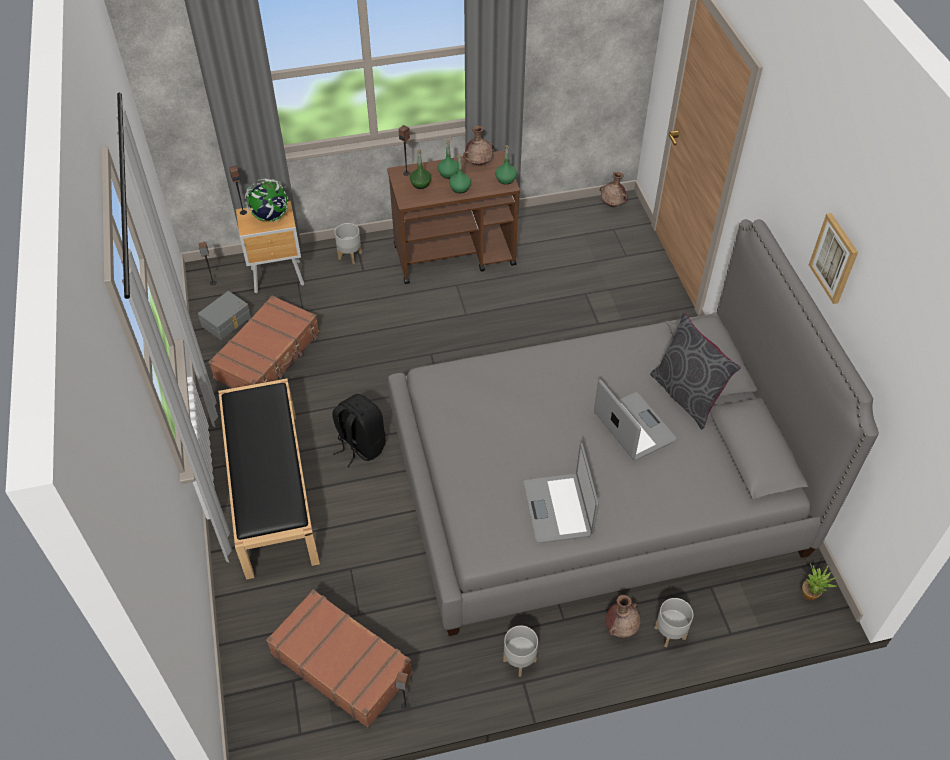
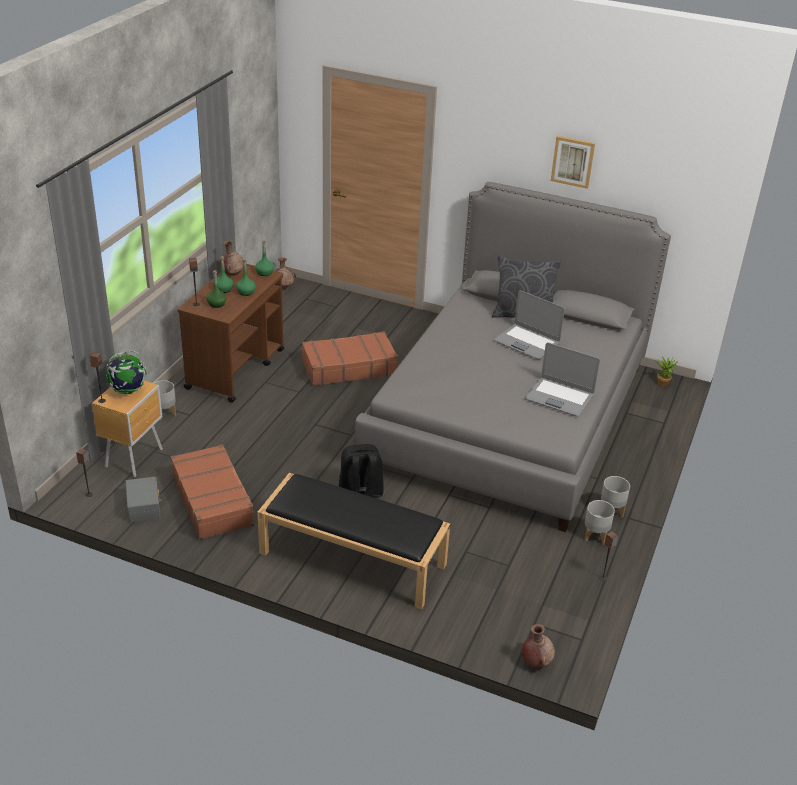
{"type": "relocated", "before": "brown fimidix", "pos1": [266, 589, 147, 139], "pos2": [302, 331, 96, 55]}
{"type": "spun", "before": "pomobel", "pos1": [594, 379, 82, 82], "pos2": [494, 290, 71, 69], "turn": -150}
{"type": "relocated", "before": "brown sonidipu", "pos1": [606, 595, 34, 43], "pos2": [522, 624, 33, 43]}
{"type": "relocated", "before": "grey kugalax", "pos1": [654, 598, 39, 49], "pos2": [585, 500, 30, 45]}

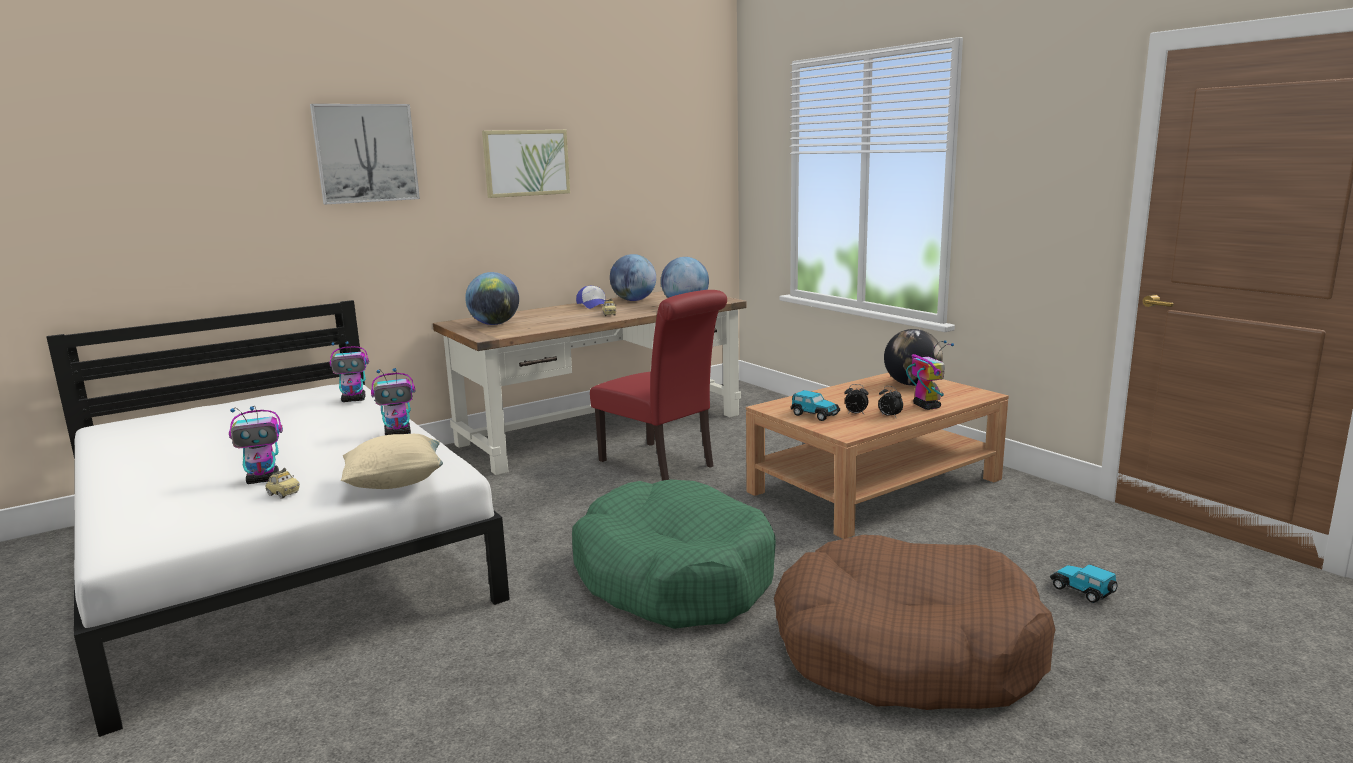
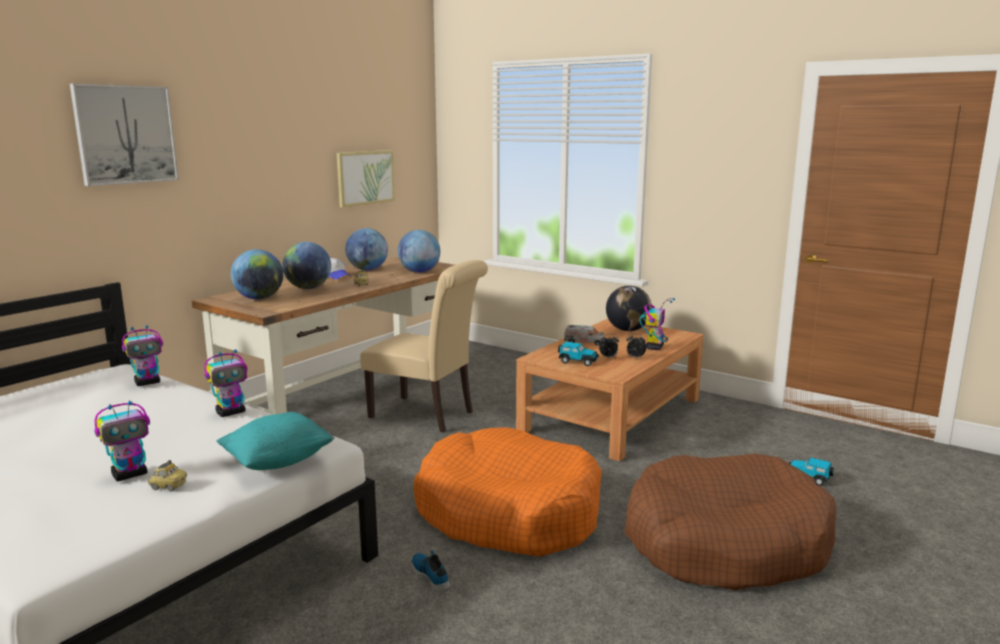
{"type": "colour", "before": "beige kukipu", "after": "turquoise kukipu", "pos1": [341, 434, 102, 55], "pos2": [216, 412, 119, 58]}
{"type": "relocated", "before": "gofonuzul", "pos1": [482, 130, 88, 68], "pos2": [337, 150, 58, 58]}
{"type": "colour", "before": "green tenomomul", "after": "orange tenomomul", "pos1": [572, 480, 204, 149], "pos2": [413, 427, 189, 130]}
{"type": "colour", "before": "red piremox", "after": "beige piremox", "pos1": [590, 290, 137, 191], "pos2": [360, 260, 128, 173]}
{"type": "spun", "before": "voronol", "pos1": [906, 340, 48, 70], "pos2": [639, 298, 36, 52], "turn": 60}
{"type": "appeared", "after": "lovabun", "pos2": [282, 242, 49, 47]}
{"type": "appeared", "after": "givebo", "pos2": [411, 550, 39, 42]}
{"type": "appeared", "after": "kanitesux", "pos2": [564, 325, 40, 21]}

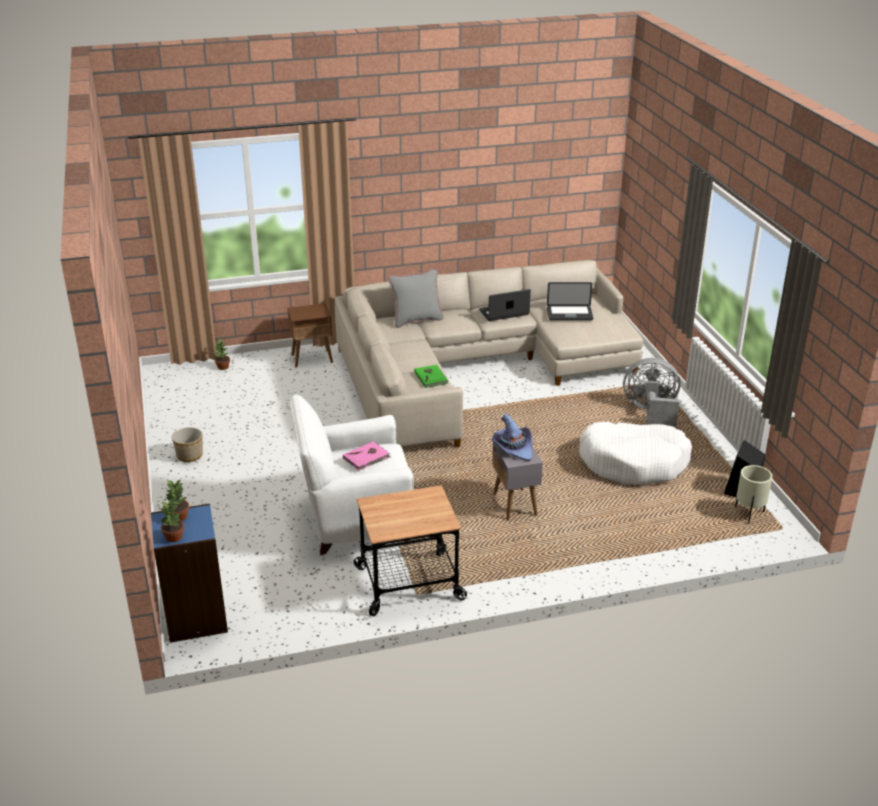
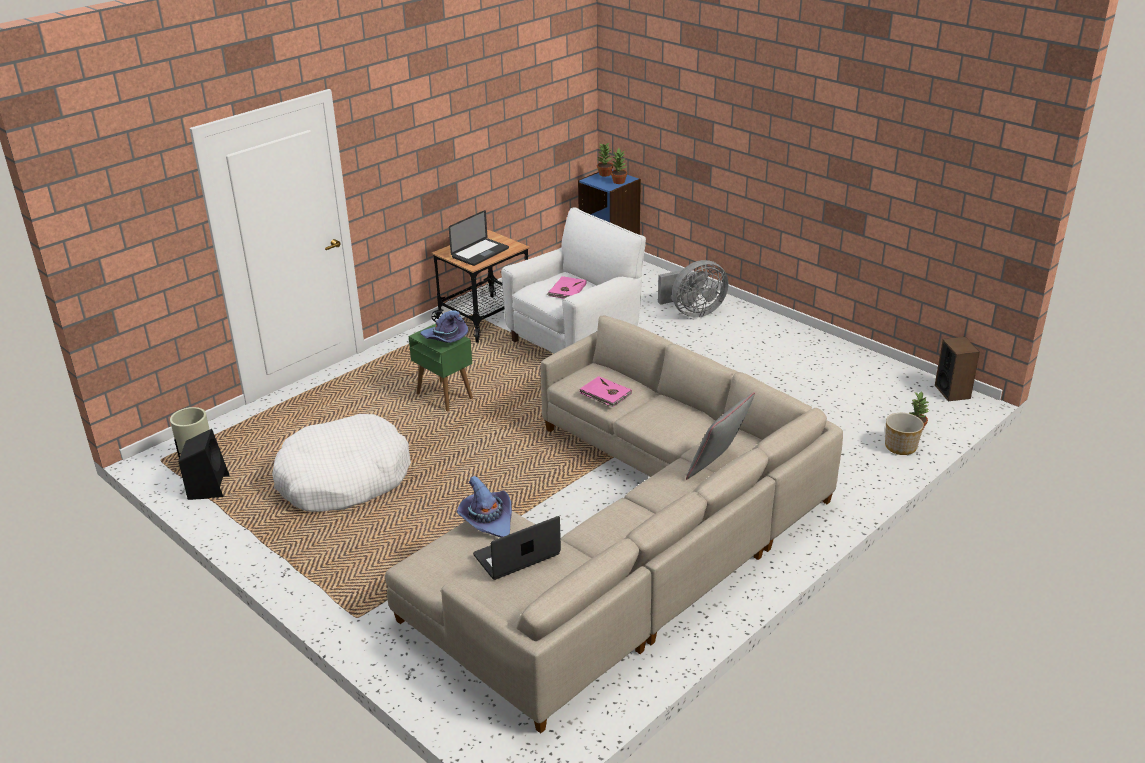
{"type": "relocated", "before": "kugalax", "pos1": [172, 427, 31, 35], "pos2": [885, 413, 39, 42]}
{"type": "missing", "before": "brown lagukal", "pos1": [287, 303, 46, 65]}
{"type": "colour", "before": "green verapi", "after": "pink verapi", "pos1": [414, 365, 34, 23], "pos2": [579, 376, 53, 31]}
{"type": "relocated", "before": "pomobel", "pos1": [479, 289, 52, 32], "pos2": [449, 210, 60, 56]}
{"type": "colour", "before": "grey lagukal", "after": "green lagukal", "pos1": [492, 442, 51, 79], "pos2": [409, 324, 64, 87]}
{"type": "relocated", "before": "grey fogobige", "pos1": [623, 358, 57, 70], "pos2": [658, 260, 70, 57]}
{"type": "appeared", "after": "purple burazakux", "pos2": [457, 476, 55, 62]}
{"type": "appeared", "after": "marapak", "pos2": [935, 337, 45, 64]}

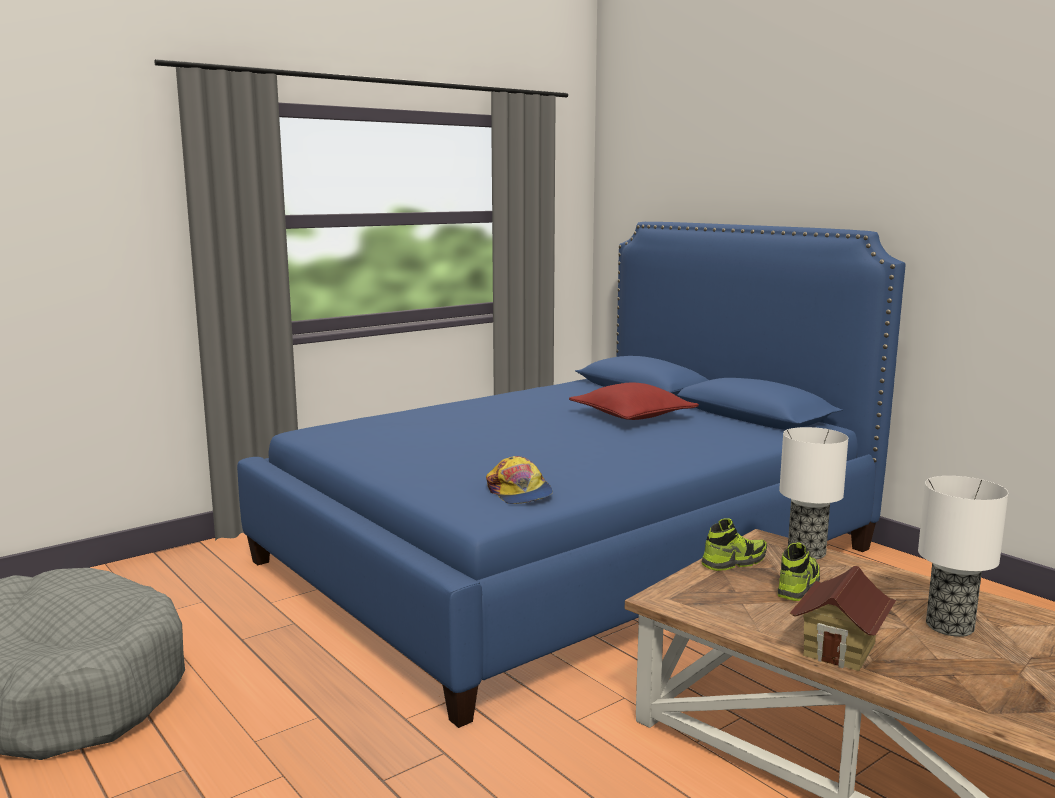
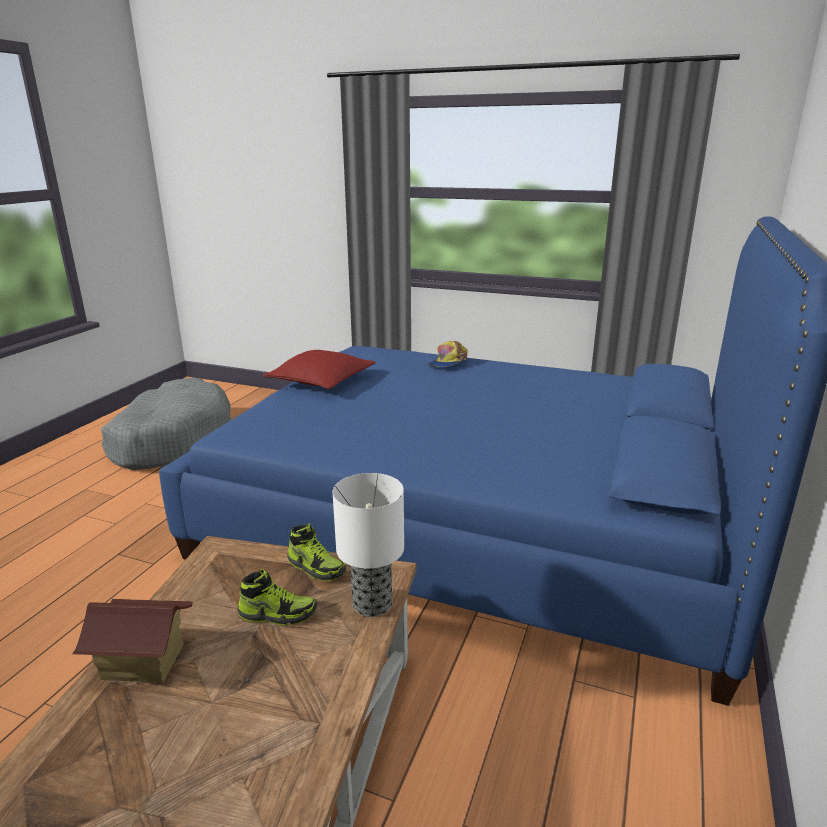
{"type": "relocated", "before": "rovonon", "pos1": [486, 456, 67, 48], "pos2": [427, 341, 41, 26]}
{"type": "relocated", "before": "red kukipu", "pos1": [569, 383, 130, 37], "pos2": [263, 350, 113, 39]}
{"type": "missing", "before": "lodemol", "pos1": [918, 476, 90, 161]}

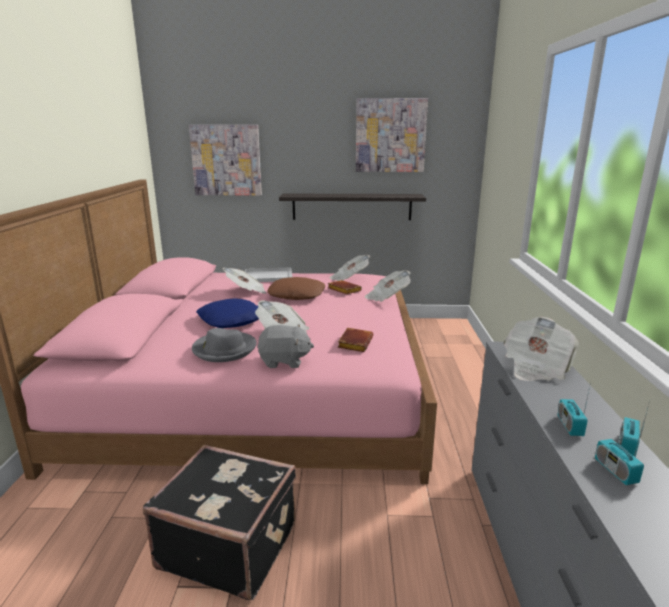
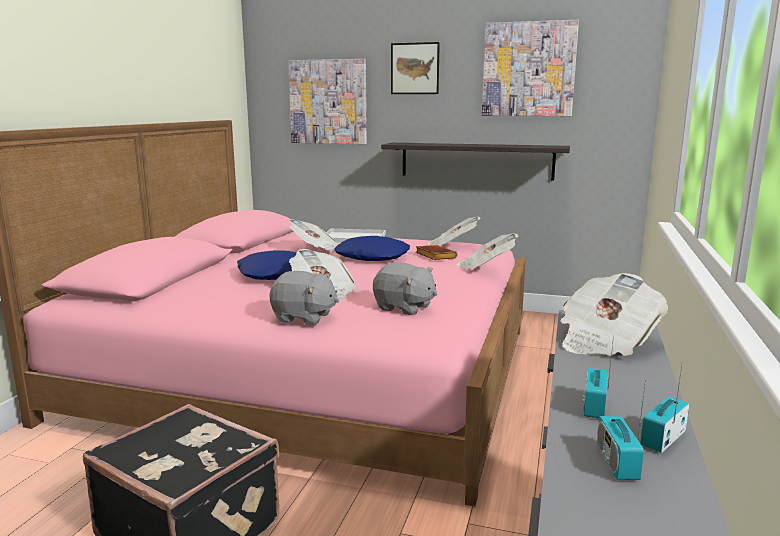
{"type": "missing", "before": "grey burazakux", "pos1": [192, 328, 65, 34]}
{"type": "colour", "before": "brown kukipu", "after": "blue kukipu", "pos1": [267, 277, 58, 23], "pos2": [334, 236, 76, 25]}
{"type": "exchanged", "before": "brown verapi", "after": "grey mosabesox", "pos1": [338, 328, 35, 24], "pos2": [373, 262, 64, 53]}
{"type": "appeared", "after": "gofonuzul", "pos2": [391, 42, 49, 52]}

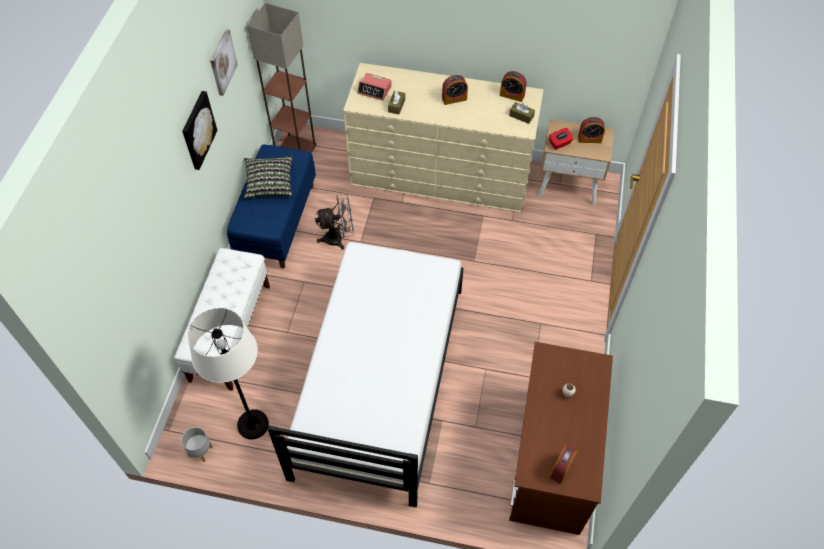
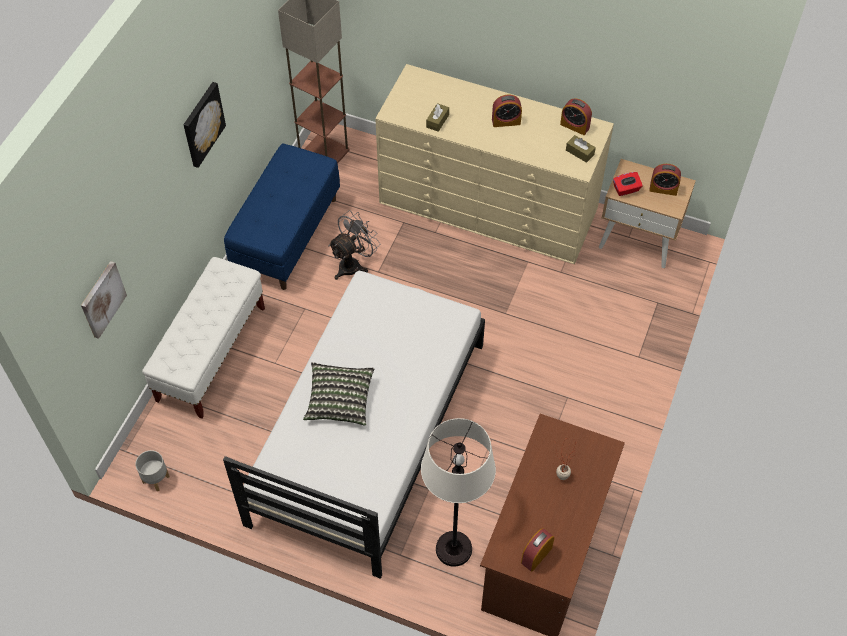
{"type": "relocated", "before": "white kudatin", "pos1": [188, 308, 81, 131], "pos2": [421, 418, 75, 149]}
{"type": "relocated", "before": "gofonuzul", "pos1": [210, 29, 28, 67], "pos2": [81, 261, 46, 78]}
{"type": "relocated", "before": "kukipu", "pos1": [244, 156, 49, 43], "pos2": [303, 362, 71, 64]}
{"type": "spun", "before": "grey fogobige", "pos1": [315, 194, 39, 56], "pos2": [328, 210, 53, 70], "turn": -45}
{"type": "missing", "before": "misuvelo", "pos1": [357, 73, 35, 28]}

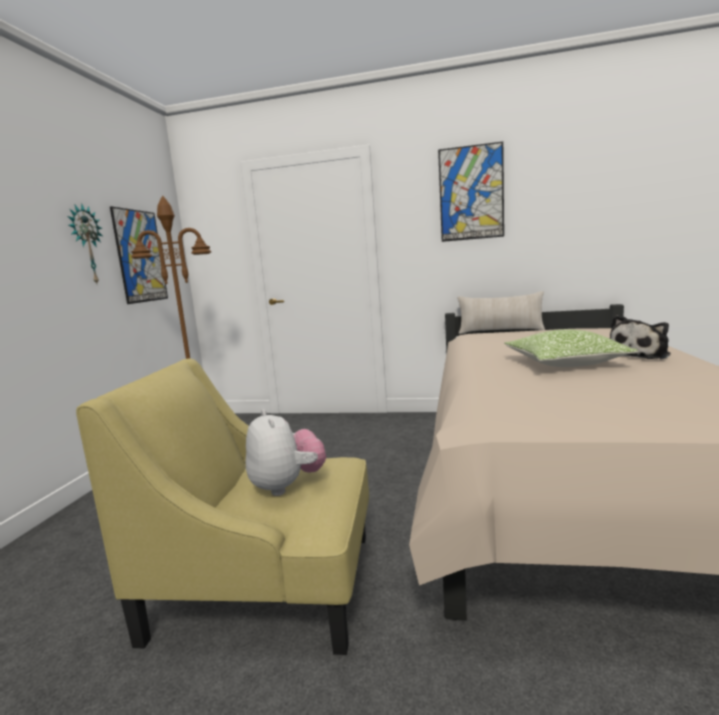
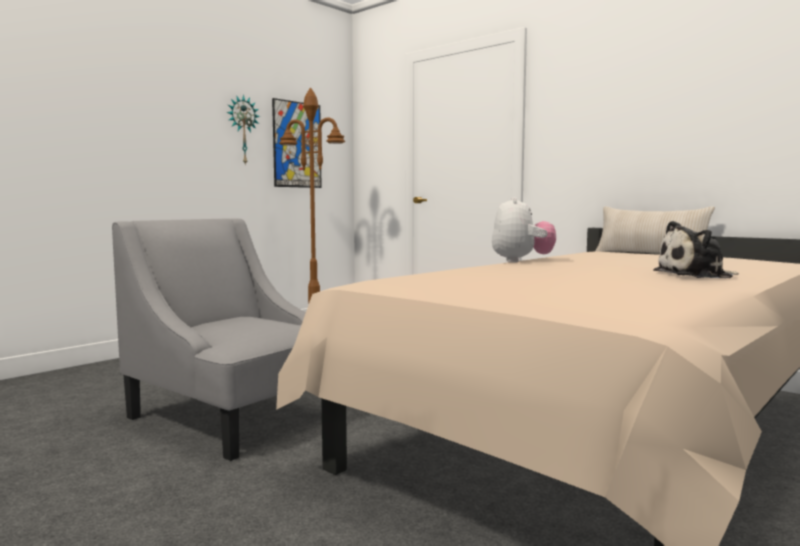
{"type": "colour", "before": "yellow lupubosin", "after": "grey lupubosin", "pos1": [76, 358, 293, 297], "pos2": [112, 218, 194, 243]}
{"type": "relocated", "before": "mosabesox", "pos1": [246, 409, 80, 87], "pos2": [492, 197, 64, 66]}
{"type": "missing", "before": "gofonuzul", "pos1": [438, 142, 66, 100]}
{"type": "missing", "before": "kukipu", "pos1": [504, 329, 134, 38]}

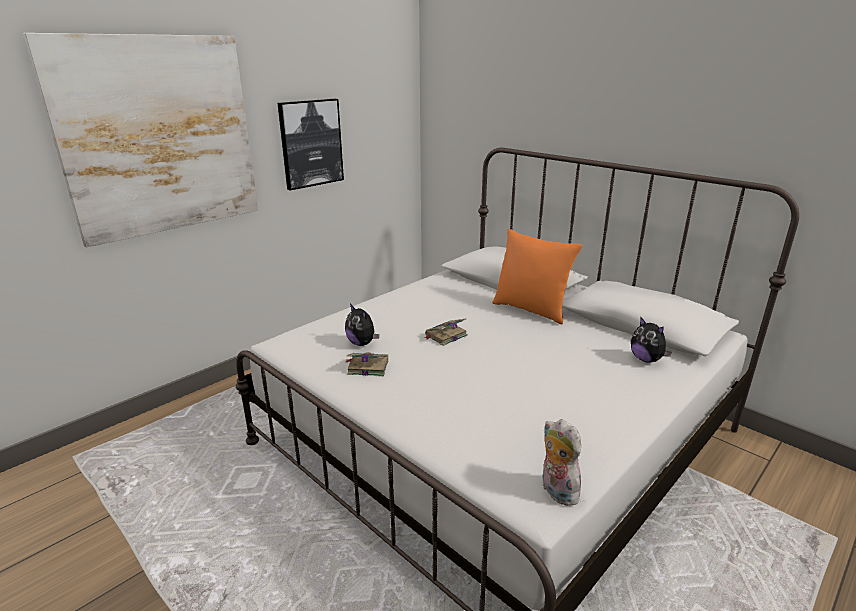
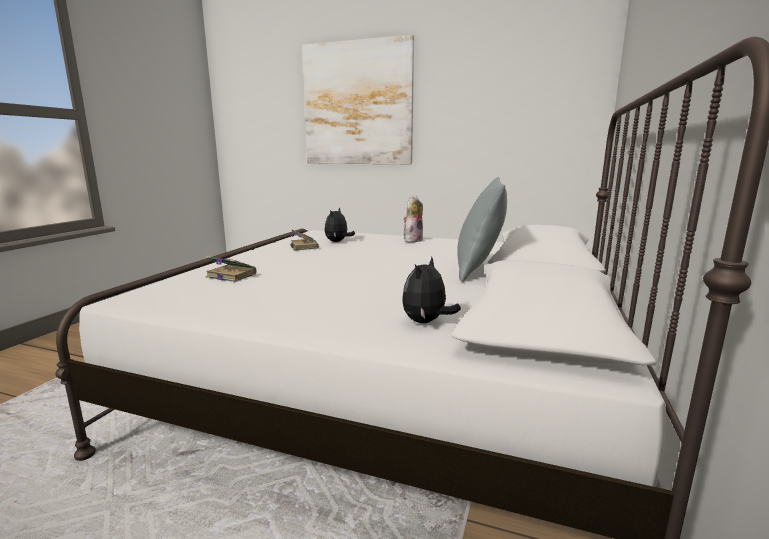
{"type": "missing", "before": "gofonuzul", "pos1": [277, 99, 67, 91]}
{"type": "relocated", "before": "verapi", "pos1": [424, 319, 44, 27], "pos2": [206, 256, 51, 26]}
{"type": "colour", "before": "orange kukipu", "after": "grey kukipu", "pos1": [492, 229, 90, 95], "pos2": [457, 177, 50, 105]}
{"type": "relocated", "before": "mosabesox", "pos1": [543, 419, 38, 87], "pos2": [404, 195, 19, 47]}

